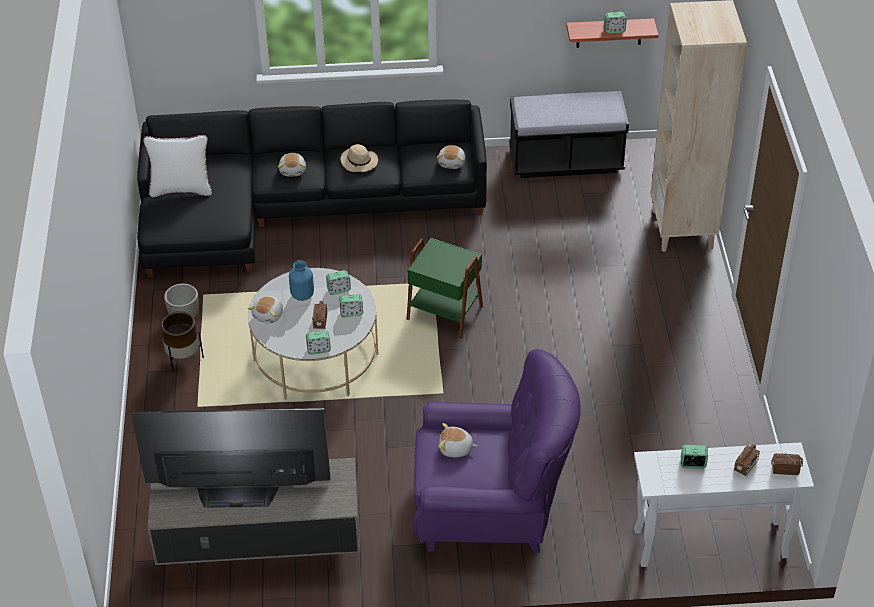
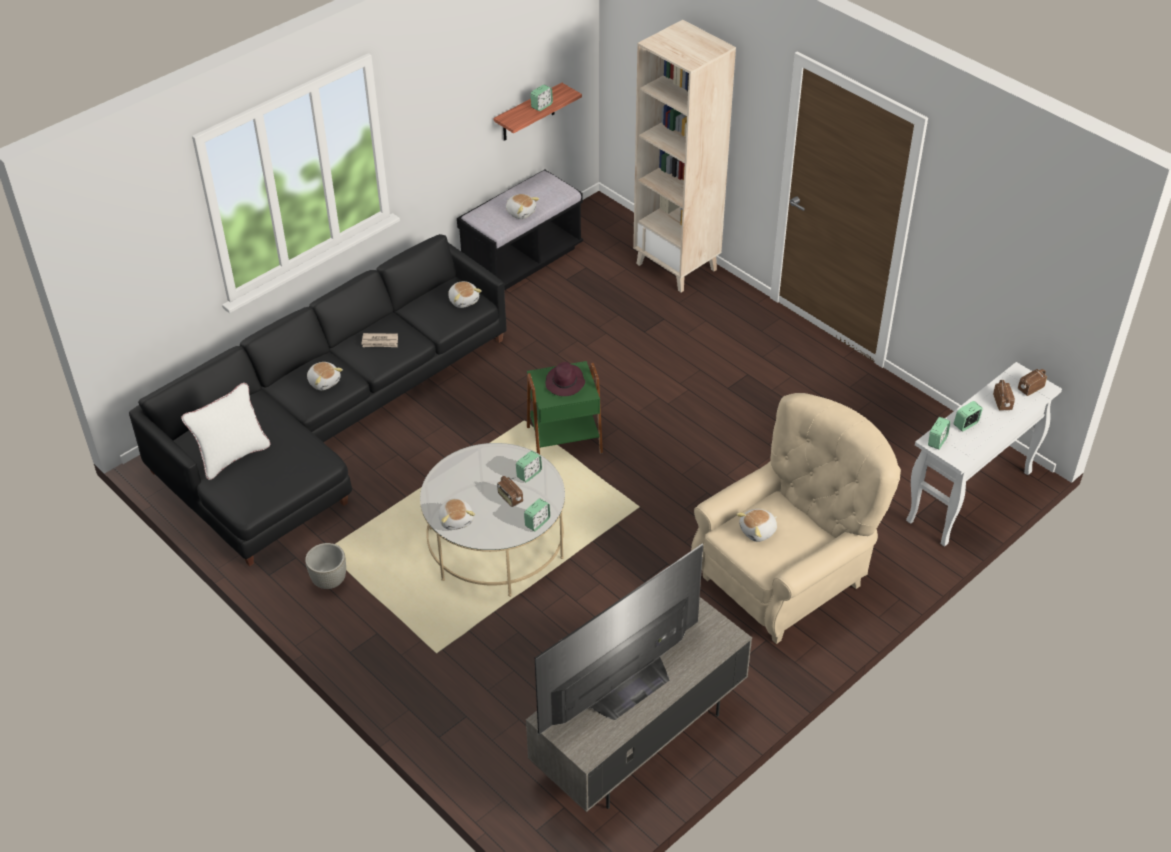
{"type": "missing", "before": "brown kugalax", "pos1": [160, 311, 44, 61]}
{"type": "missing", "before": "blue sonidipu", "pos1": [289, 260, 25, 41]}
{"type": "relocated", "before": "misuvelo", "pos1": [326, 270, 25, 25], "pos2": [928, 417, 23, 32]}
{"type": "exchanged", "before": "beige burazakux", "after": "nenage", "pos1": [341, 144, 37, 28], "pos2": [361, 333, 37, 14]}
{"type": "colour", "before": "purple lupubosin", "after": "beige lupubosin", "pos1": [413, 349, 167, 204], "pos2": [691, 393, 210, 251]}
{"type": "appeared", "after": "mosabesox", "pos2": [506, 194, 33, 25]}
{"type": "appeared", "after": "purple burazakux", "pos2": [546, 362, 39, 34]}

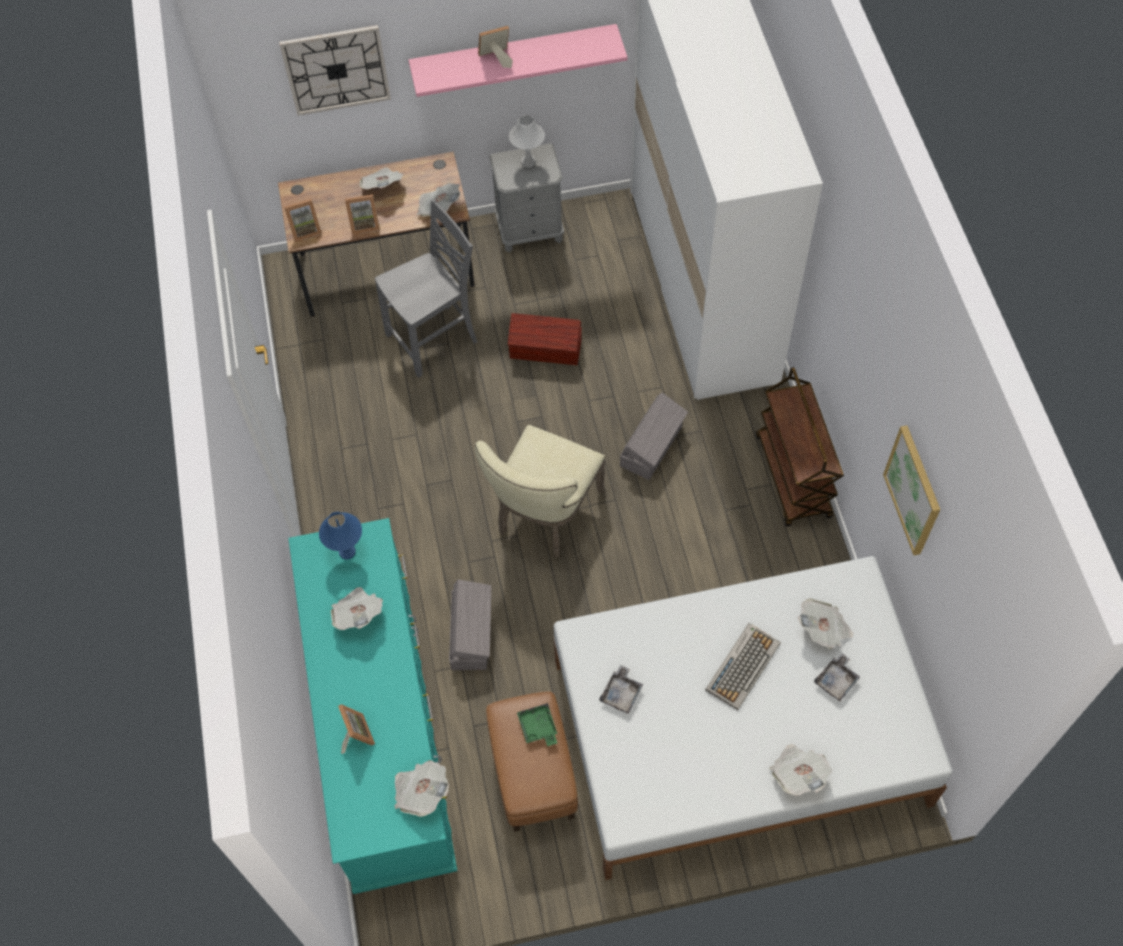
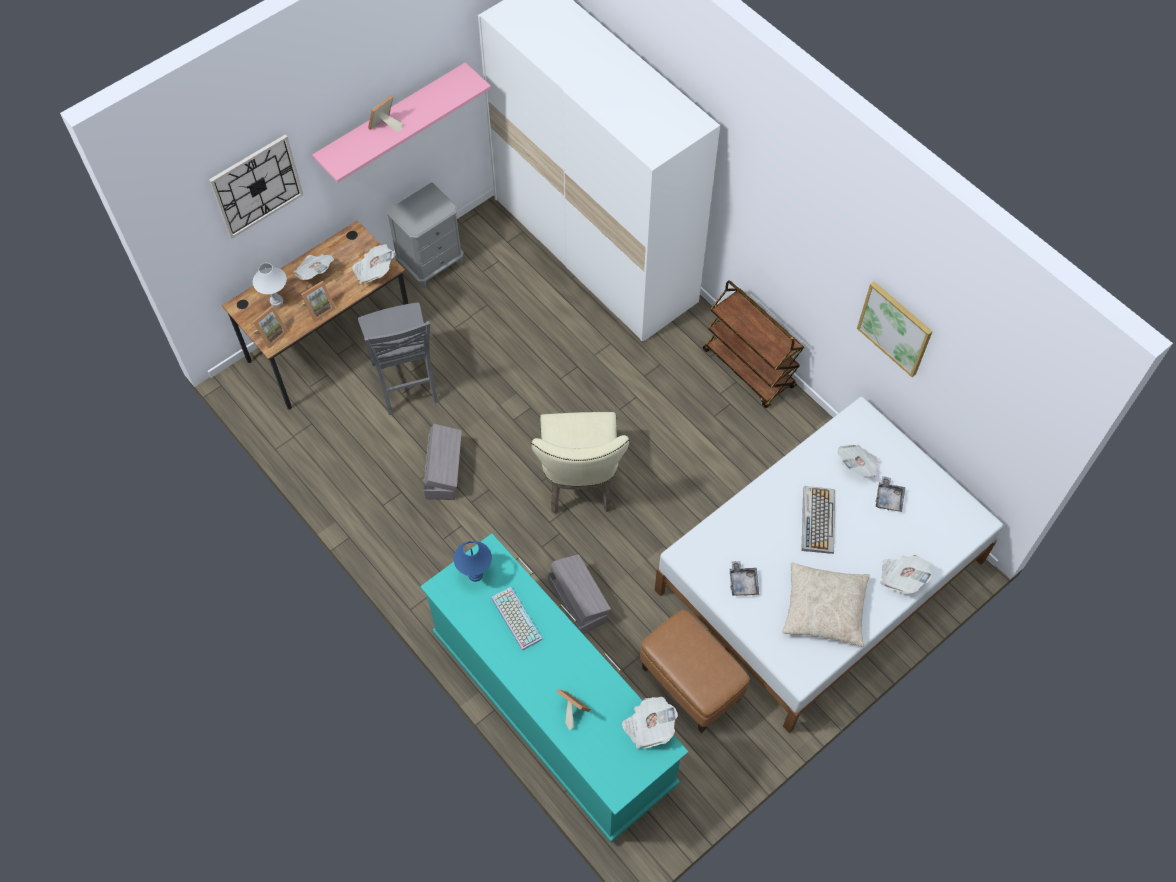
{"type": "exchanged", "before": "nenage", "after": "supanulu", "pos1": [331, 587, 52, 43], "pos2": [491, 587, 52, 64]}
{"type": "spun", "before": "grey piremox", "pos1": [375, 199, 102, 179], "pos2": [358, 303, 80, 112], "turn": 135}
{"type": "missing", "before": "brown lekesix", "pos1": [508, 313, 74, 52]}
{"type": "relocated", "before": "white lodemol", "pos1": [509, 115, 36, 52], "pos2": [253, 263, 34, 44]}
{"type": "missing", "before": "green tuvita", "pos1": [517, 702, 40, 44]}
{"type": "relocated", "before": "grey lekesix", "pos1": [620, 393, 68, 87], "pos2": [423, 424, 39, 76]}
{"type": "appeared", "after": "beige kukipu", "pos2": [782, 562, 88, 85]}

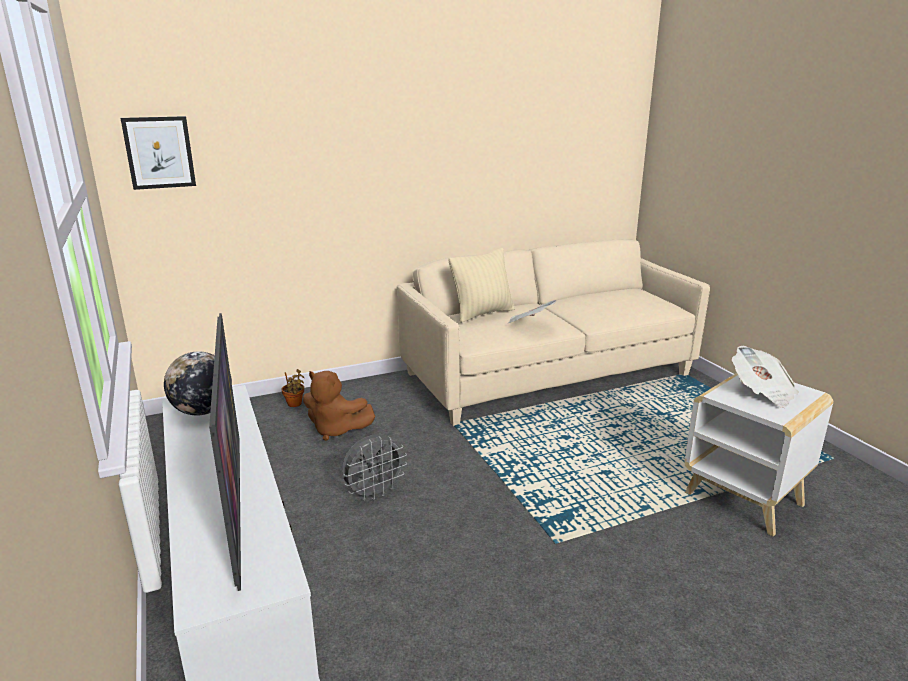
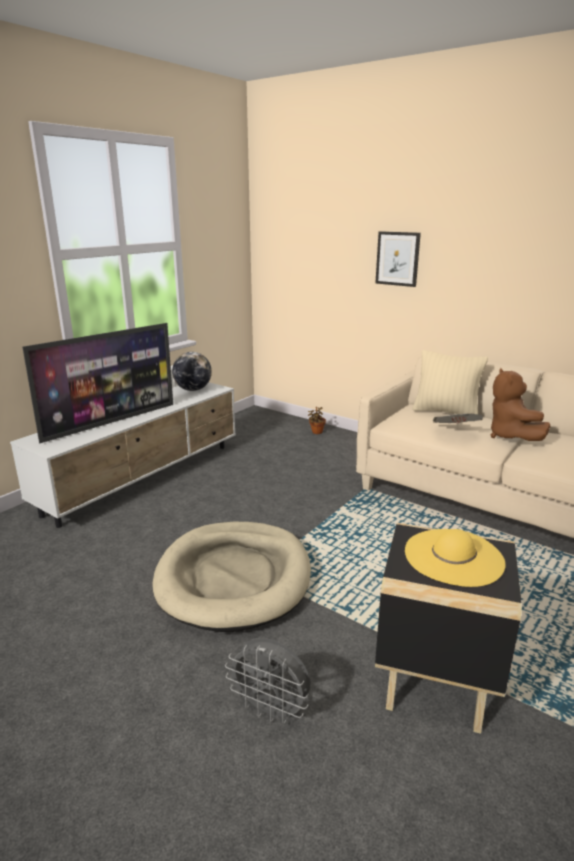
{"type": "relocated", "before": "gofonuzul", "pos1": [121, 116, 75, 74], "pos2": [376, 231, 45, 56]}
{"type": "relocated", "before": "brown mosabesox", "pos1": [303, 371, 72, 70], "pos2": [491, 368, 59, 73]}
{"type": "relocated", "before": "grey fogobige", "pos1": [342, 434, 65, 67], "pos2": [225, 638, 85, 86]}
{"type": "colour", "before": "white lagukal", "after": "black lagukal", "pos1": [684, 373, 149, 163], "pos2": [375, 523, 147, 211]}
{"type": "exchanged", "before": "nenage", "after": "yellow burazakux", "pos1": [732, 346, 67, 62], "pos2": [405, 529, 101, 58]}
{"type": "appeared", "after": "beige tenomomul", "pos2": [152, 522, 159, 110]}

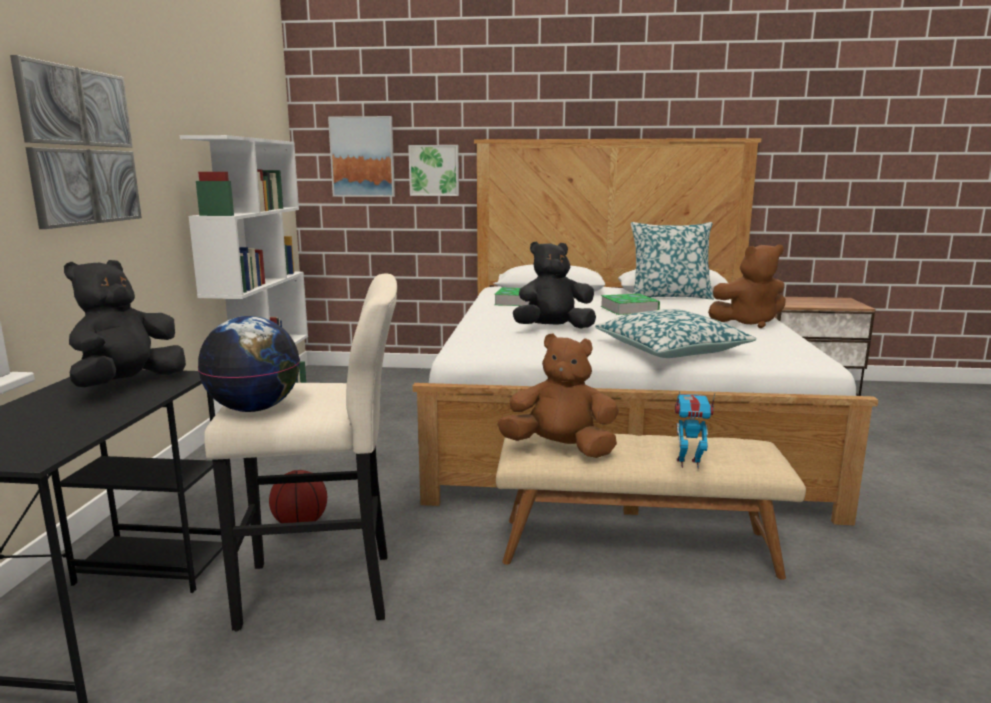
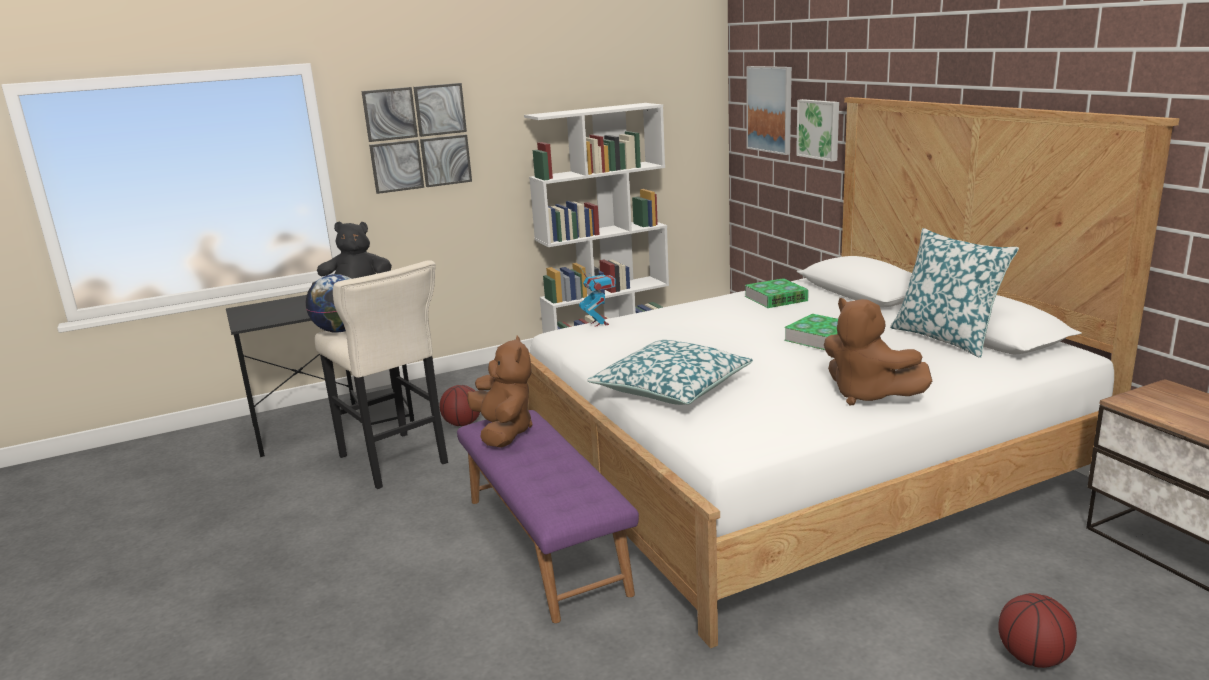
{"type": "colour", "before": "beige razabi", "after": "purple razabi", "pos1": [496, 433, 310, 147], "pos2": [457, 410, 182, 213]}
{"type": "missing", "before": "black mosabesox", "pos1": [513, 241, 83, 88]}
{"type": "relocated", "before": "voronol", "pos1": [675, 391, 40, 78], "pos2": [579, 269, 37, 58]}
{"type": "appeared", "after": "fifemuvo", "pos2": [998, 593, 79, 75]}

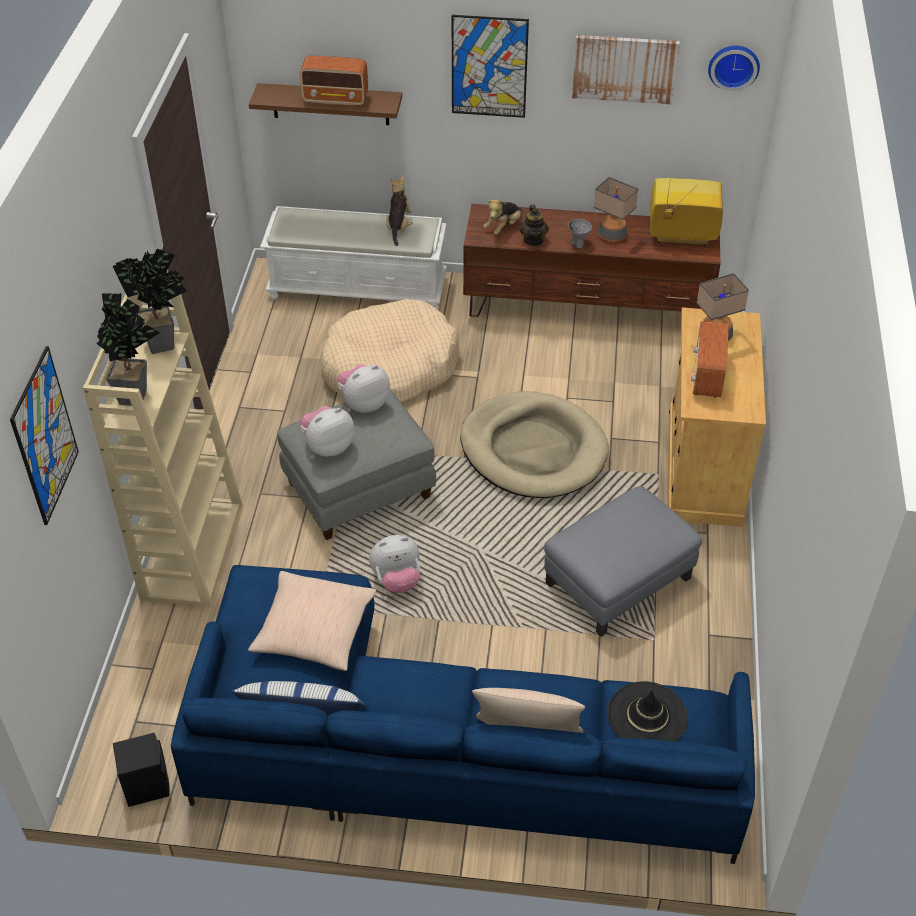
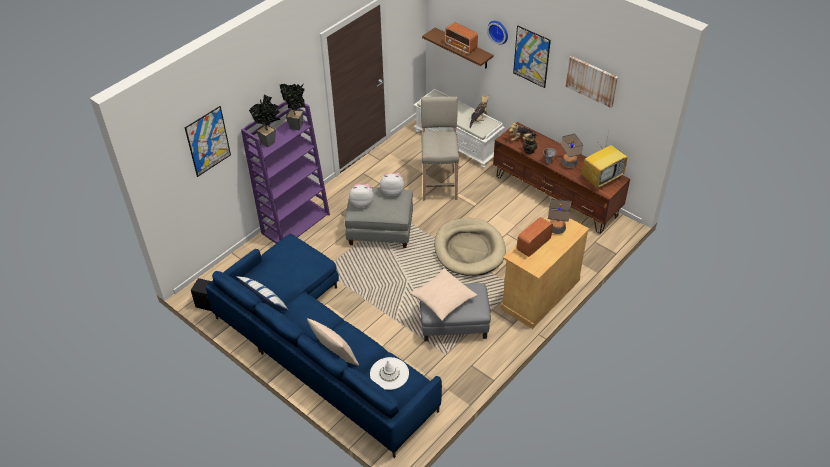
{"type": "colour", "before": "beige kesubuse", "after": "purple kesubuse", "pos1": [83, 294, 160, 313], "pos2": [241, 101, 89, 142]}
{"type": "relocated", "before": "beige kukipu", "pos1": [248, 571, 128, 100], "pos2": [410, 268, 67, 53]}
{"type": "exchanged", "before": "beige tenomomul", "after": "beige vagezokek", "pos1": [321, 299, 139, 104], "pos2": [421, 97, 38, 104]}
{"type": "missing", "before": "mosabesox", "pos1": [369, 535, 51, 58]}
{"type": "colour", "before": "black burazakux", "after": "white burazakux", "pos1": [607, 681, 81, 61], "pos2": [370, 357, 39, 33]}
{"type": "spun", "before": "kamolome", "pos1": [650, 177, 73, 69], "pos2": [582, 132, 45, 57], "turn": 105}
{"type": "relocated", "before": "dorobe", "pos1": [708, 46, 52, 45], "pos2": [487, 21, 21, 24]}

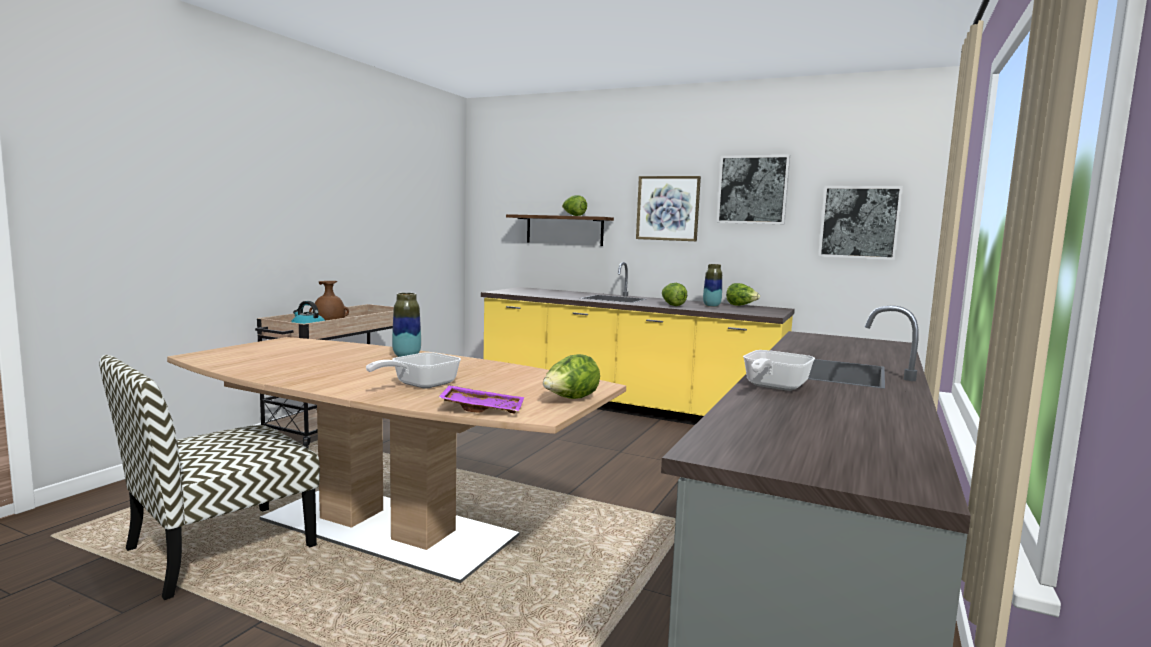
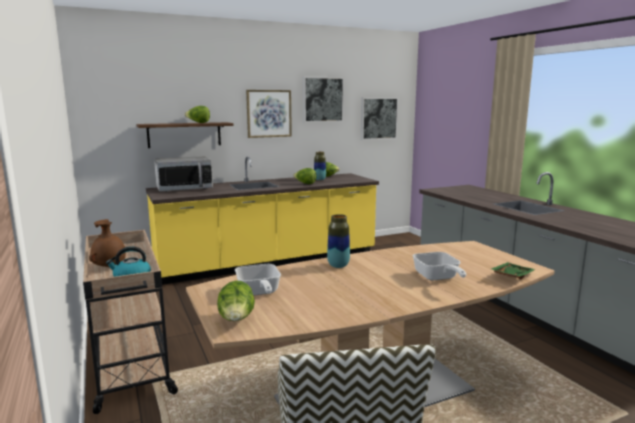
{"type": "colour", "before": "purple tuvita", "after": "green tuvita", "pos1": [438, 385, 86, 29], "pos2": [491, 262, 45, 17]}
{"type": "relocated", "before": "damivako", "pos1": [543, 354, 57, 45], "pos2": [217, 281, 38, 40]}
{"type": "relocated", "before": "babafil", "pos1": [743, 350, 72, 41], "pos2": [235, 264, 46, 32]}
{"type": "appeared", "after": "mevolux", "pos2": [154, 156, 59, 36]}

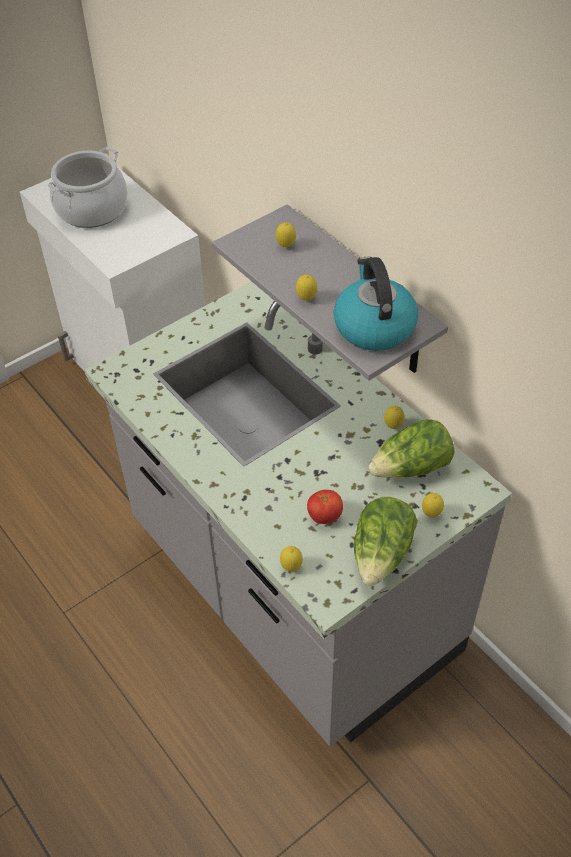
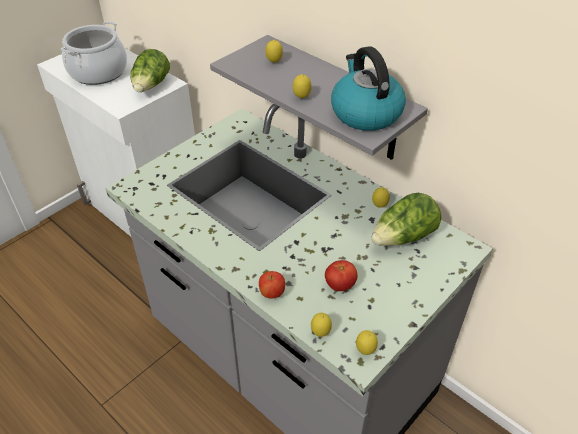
{"type": "relocated", "before": "damivako", "pos1": [354, 497, 64, 89], "pos2": [131, 49, 39, 43]}
{"type": "relocated", "before": "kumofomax", "pos1": [422, 493, 22, 24], "pos2": [356, 330, 22, 25]}
{"type": "appeared", "after": "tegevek", "pos2": [259, 271, 26, 27]}

